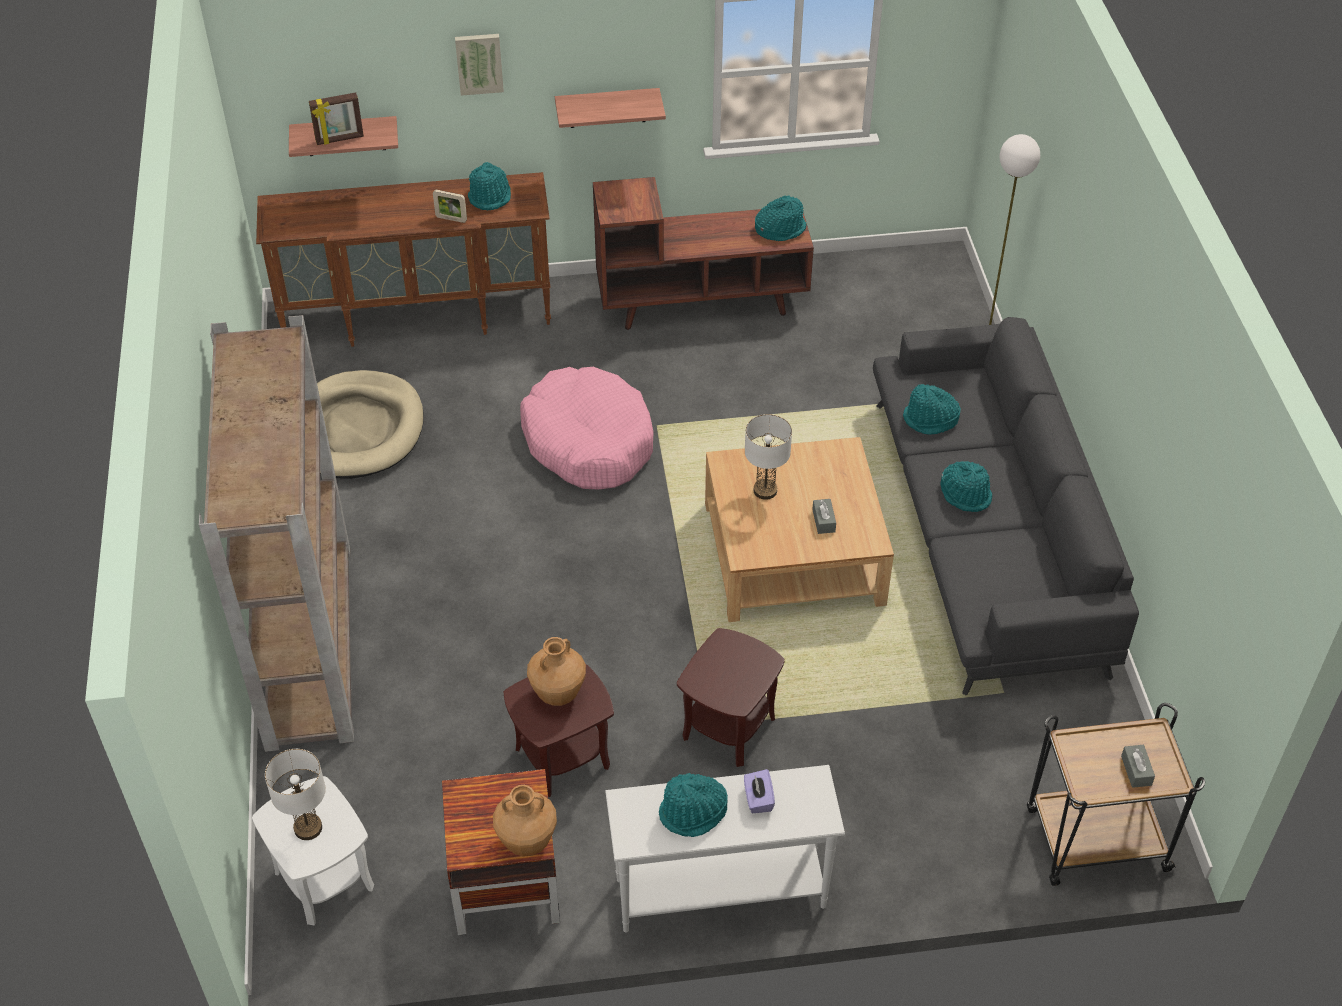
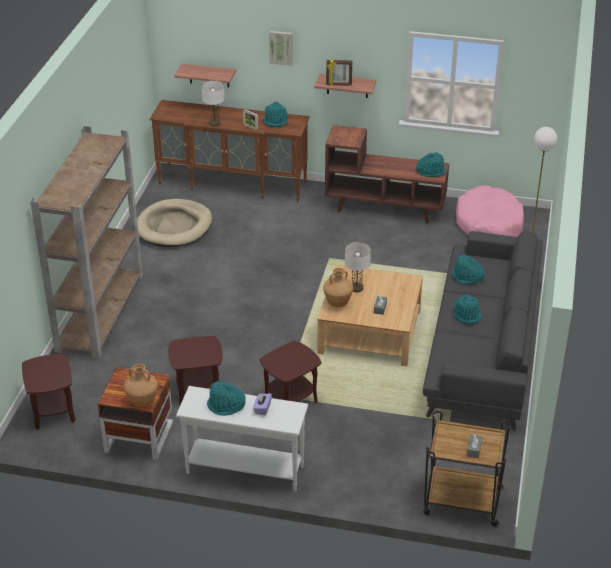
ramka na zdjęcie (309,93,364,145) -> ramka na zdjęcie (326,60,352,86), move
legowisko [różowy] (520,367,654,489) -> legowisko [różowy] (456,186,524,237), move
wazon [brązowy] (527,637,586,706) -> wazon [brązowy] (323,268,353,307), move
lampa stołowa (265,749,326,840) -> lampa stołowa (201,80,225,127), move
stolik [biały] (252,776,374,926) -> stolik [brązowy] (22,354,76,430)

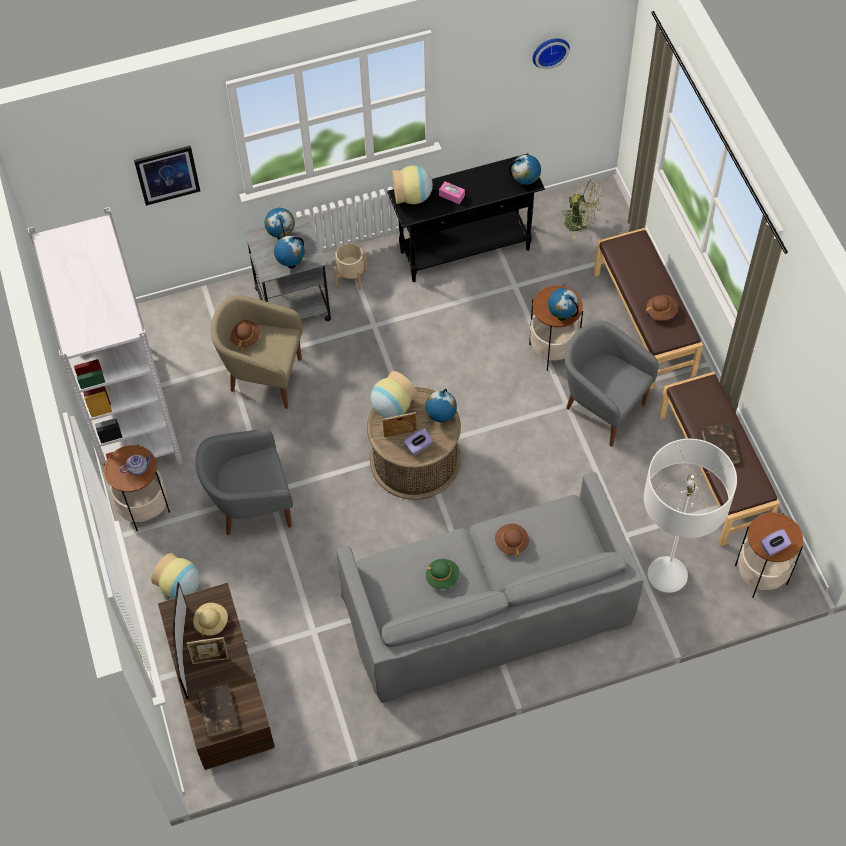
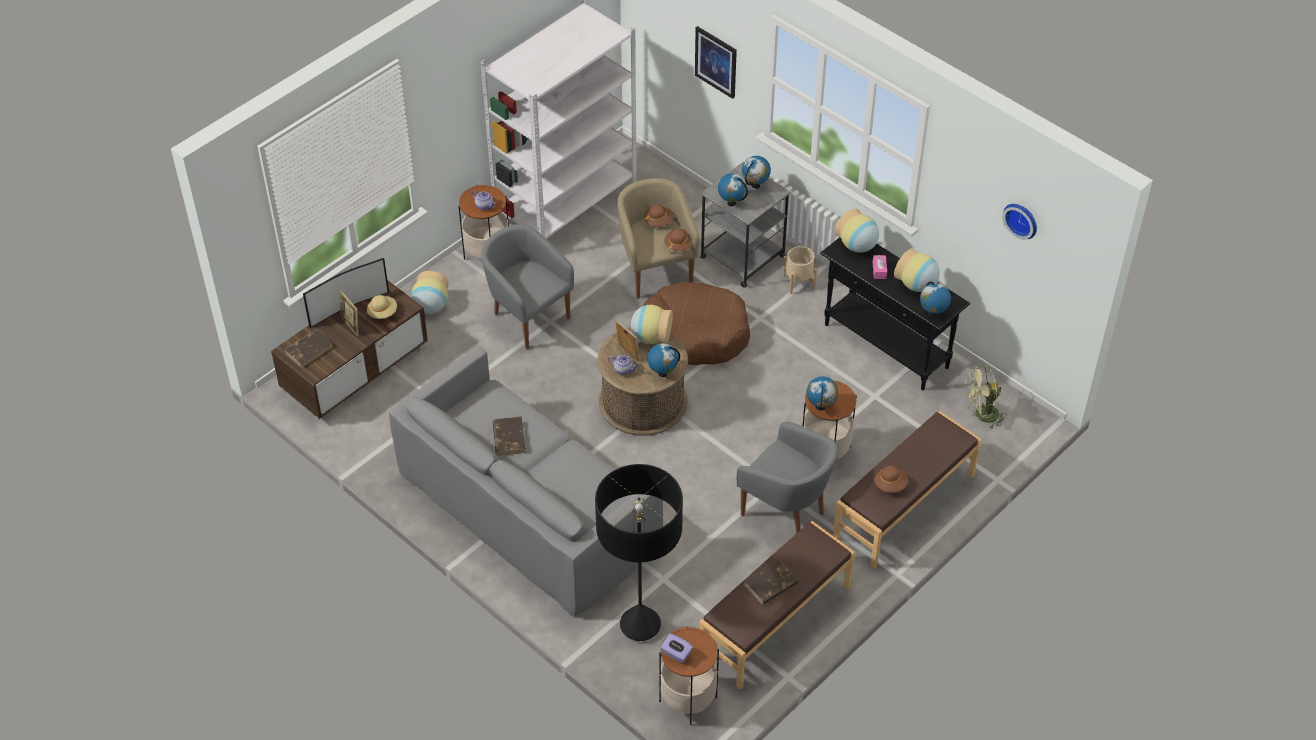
wentylator [zielony] (562,179,603,239) -> wentylator [zielony] (965,365,1007,429), 75 degrees clockwise
fotel [szary] (565,321,659,447) -> fotel [szary] (737,421,838,533), 120 degrees clockwise
pudełko chusteczek [fioletowy] (404,428,433,456) -> imbryk (608,355,639,375)
lampa stojąca [biały] (644,439,737,593) -> lampa stojąca [czarny] (595,464,683,641)
kapelusz [brązowy] (495,524,529,557) -> kapelusz [brązowy] (664,228,693,253), move
kapelusz [zielony] (426,559,460,589) -> książka [brązowy] (493,416,525,456)
none -> wazon (894,248,940,292)
none -> legowisko [brązowy] (643,282,750,365)

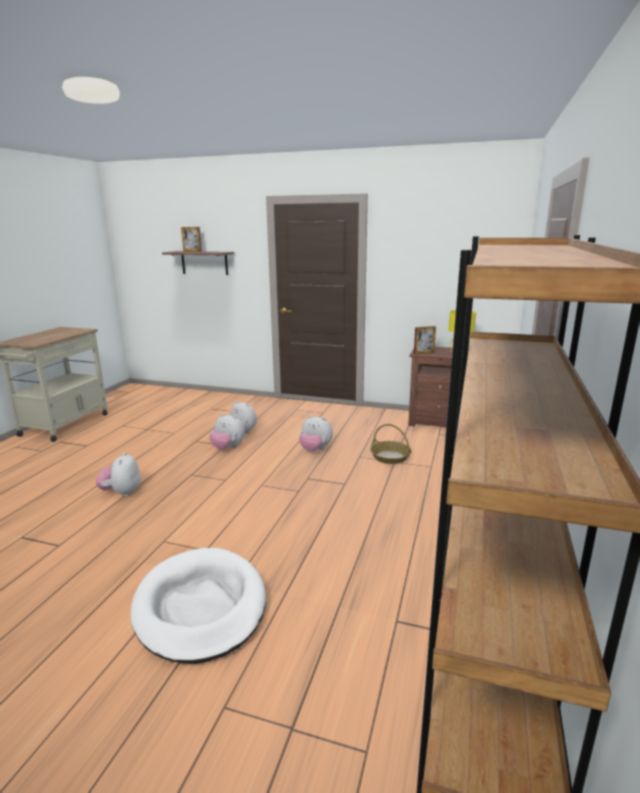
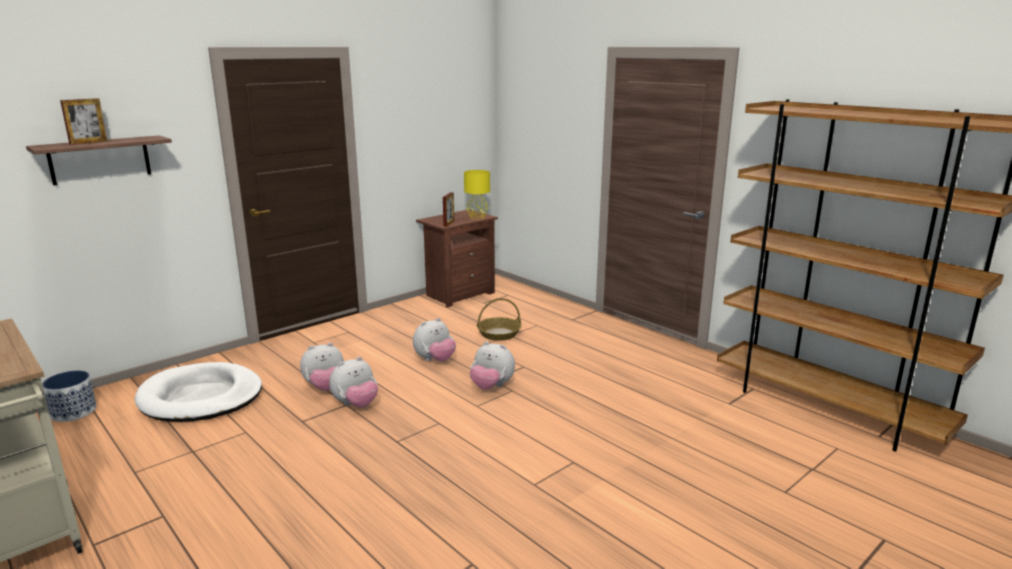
pluszak (96,452,141,496) -> pluszak (470,341,515,390), move
legowisko [biały] (130,548,266,664) -> legowisko [biały] (135,362,262,422), move
none -> donica (42,370,97,422)

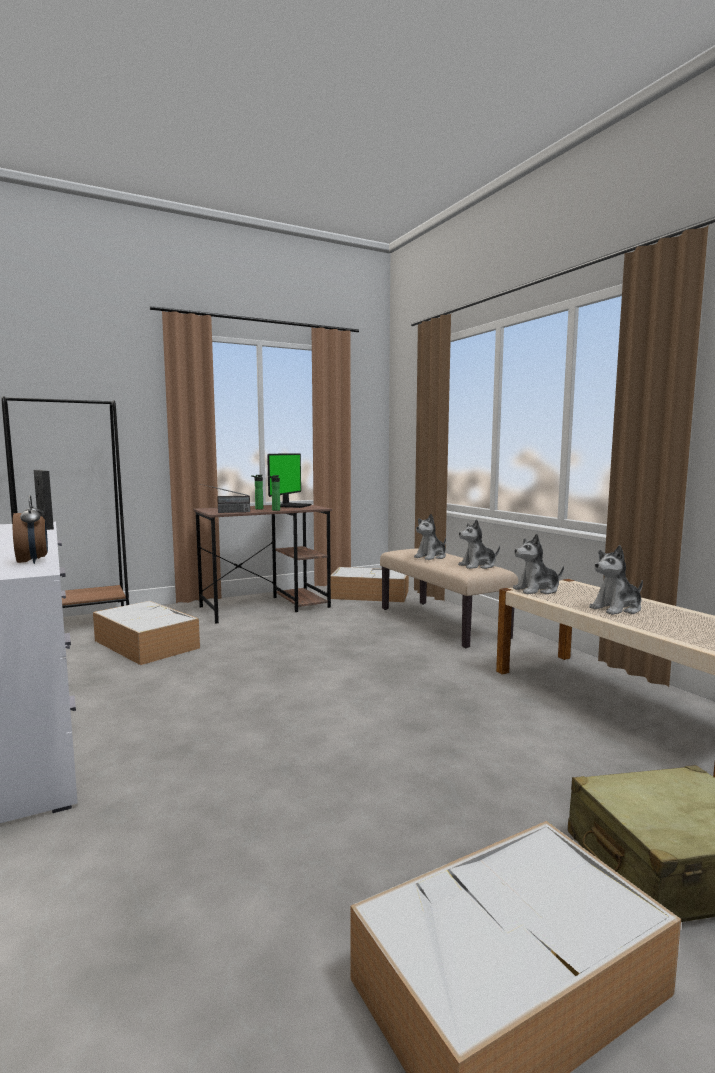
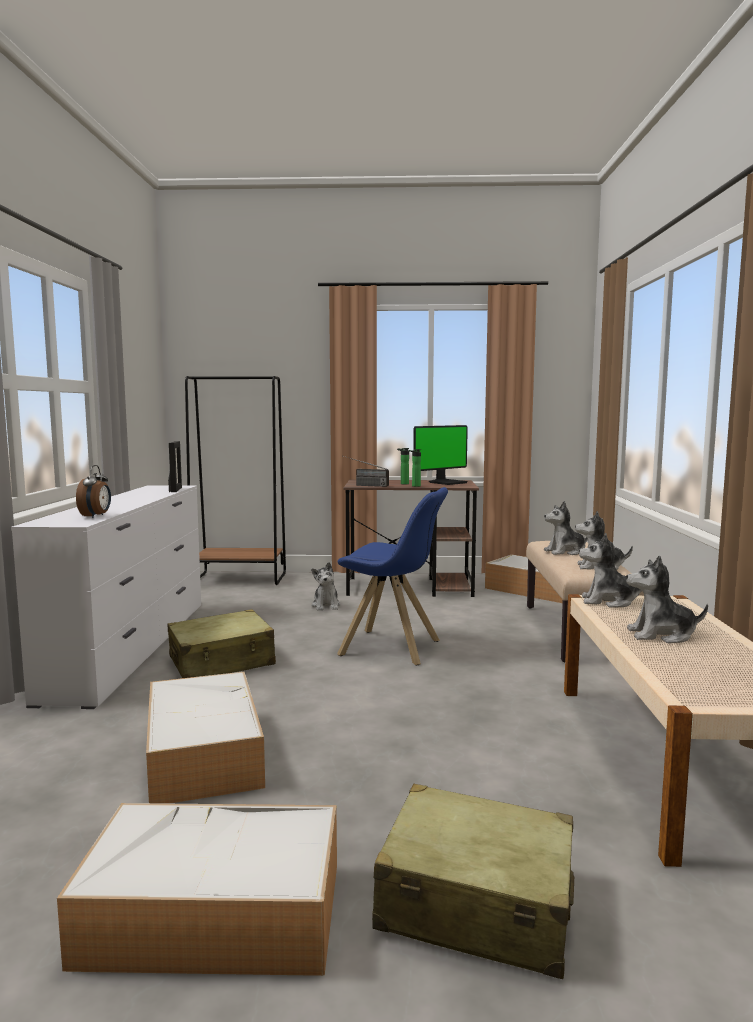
pojemnik do przechowywania (93,601,200,665) -> pojemnik do przechowywania (146,672,265,804), move
none -> krzesło [niebieski] (337,487,448,665)
none -> pluszak (311,562,341,610)
none -> walizka [beżowy] (167,609,276,678)

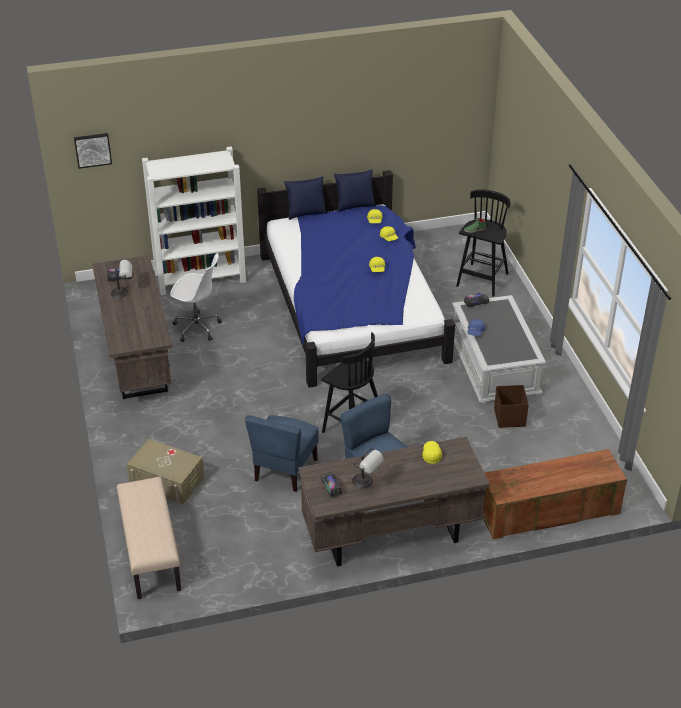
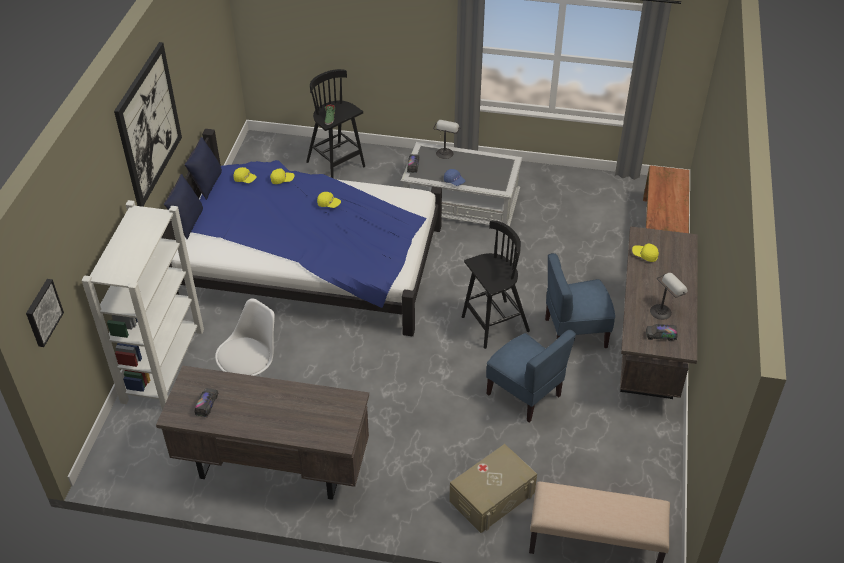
lampa stołowa (110,260,132,298) -> lampa stołowa (433,120,460,159), move
pojemnik do przechowywania [brązowy] (494,385,529,428) -> none
none -> obraz (114,42,182,207)

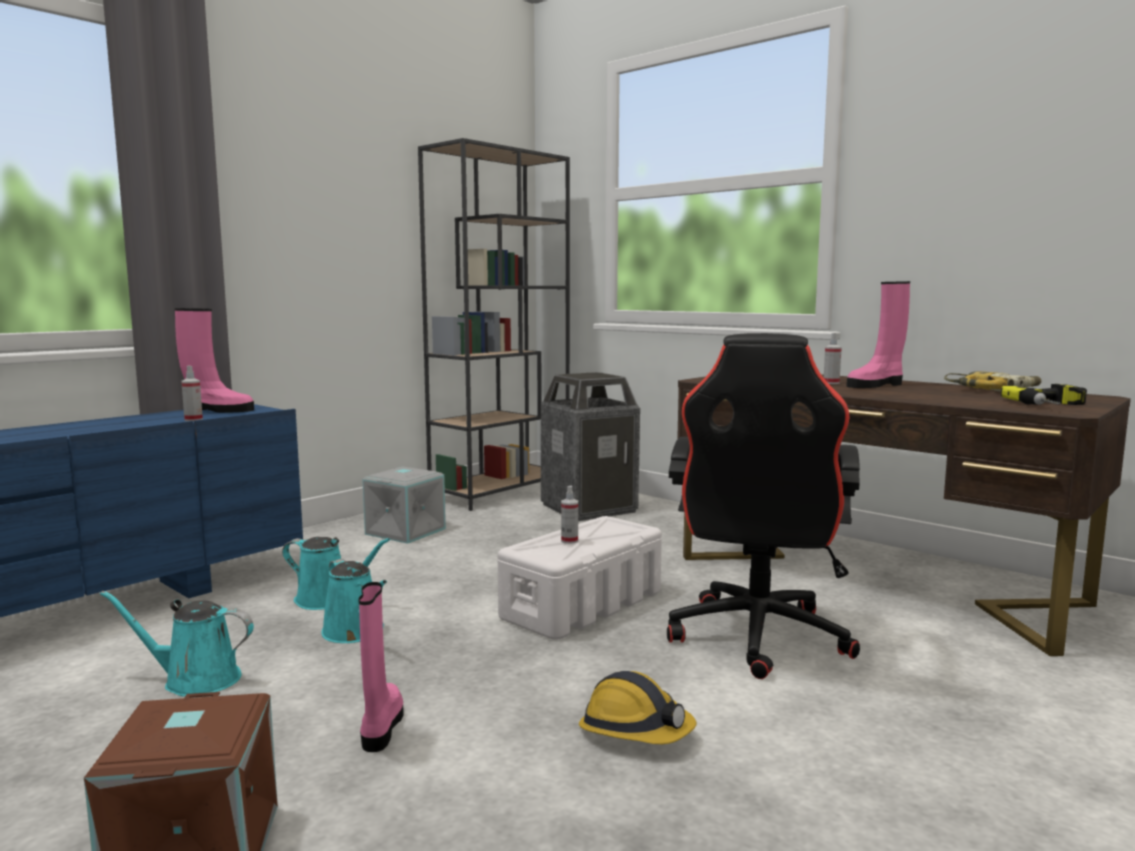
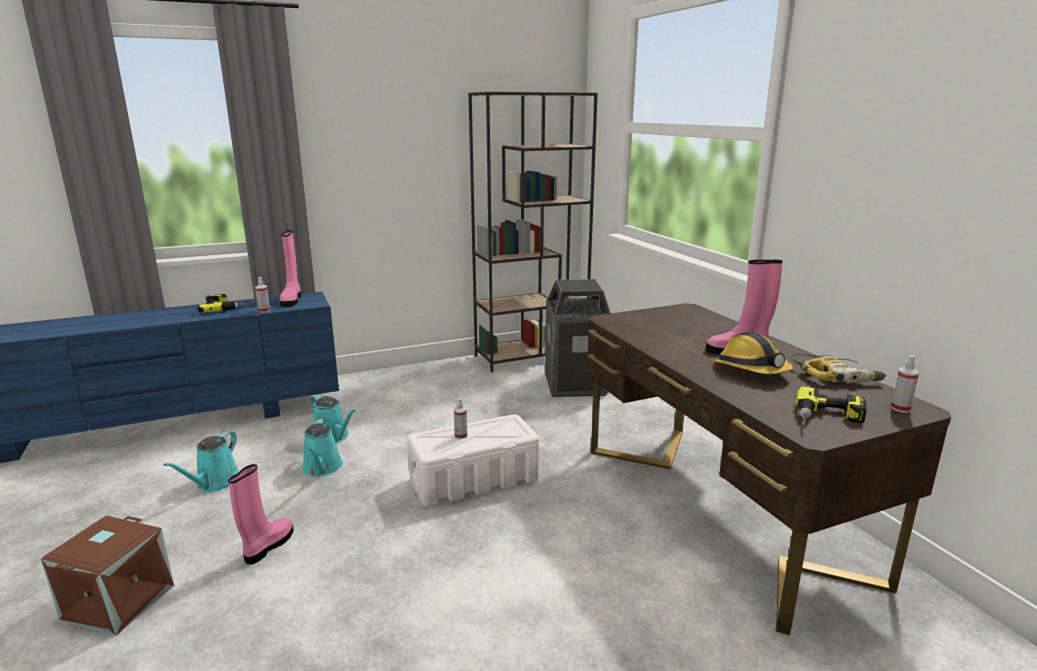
but z cholewką [różowy] (175,308,254,413) -> but z cholewką [różowy] (279,230,301,307), 60 degrees clockwise
krzesło biurowe [czarny] (667,333,860,679) -> none
spryskiwacz (824,333,842,384) -> spryskiwacz (891,355,919,413), move
pojemnik do przechowywania [szary] (362,466,446,544) -> none
konewka [turkusowy] (100,591,254,697) -> konewka [turkusowy] (163,431,239,492), 105 degrees counterclockwise
kask (579,671,696,744) -> kask (715,332,793,374), move
none -> wiertarka (198,294,255,313)

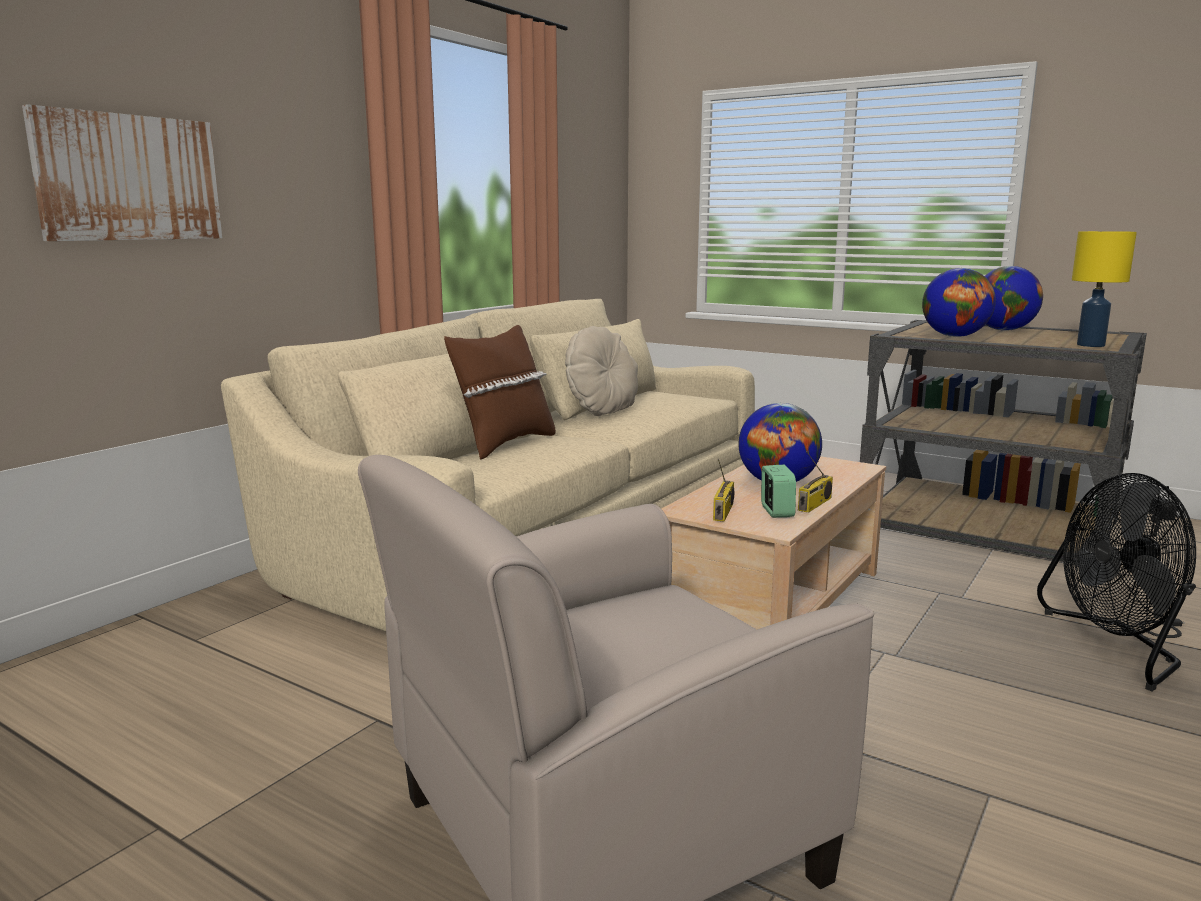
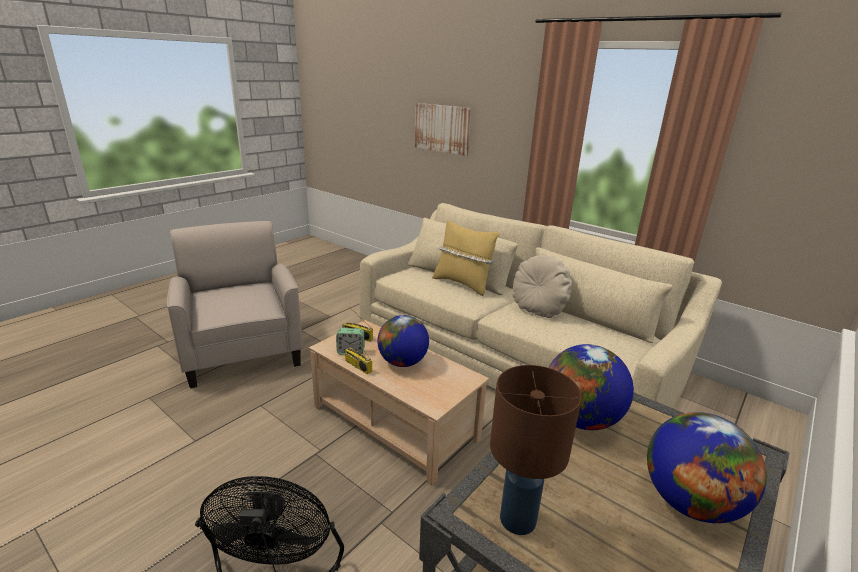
lampa stołowa [żółty] (1072,231,1137,347) -> lampa stołowa [brązowy] (490,365,582,535)
poduszka [brązowy] (444,325,556,460) -> poduszka [żółty] (432,220,499,296)

